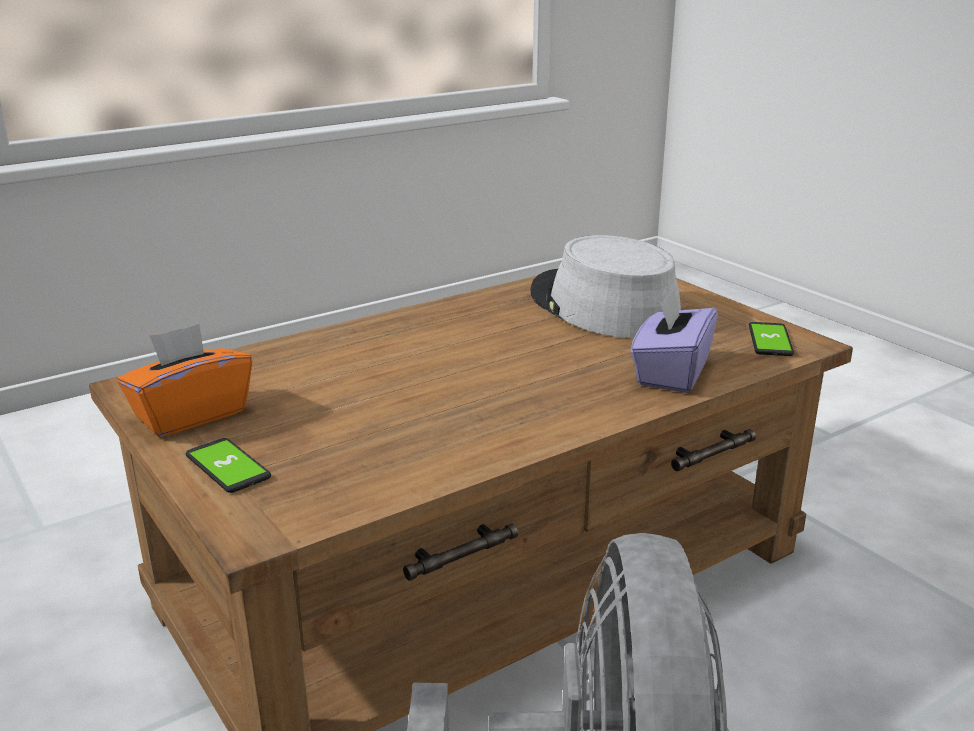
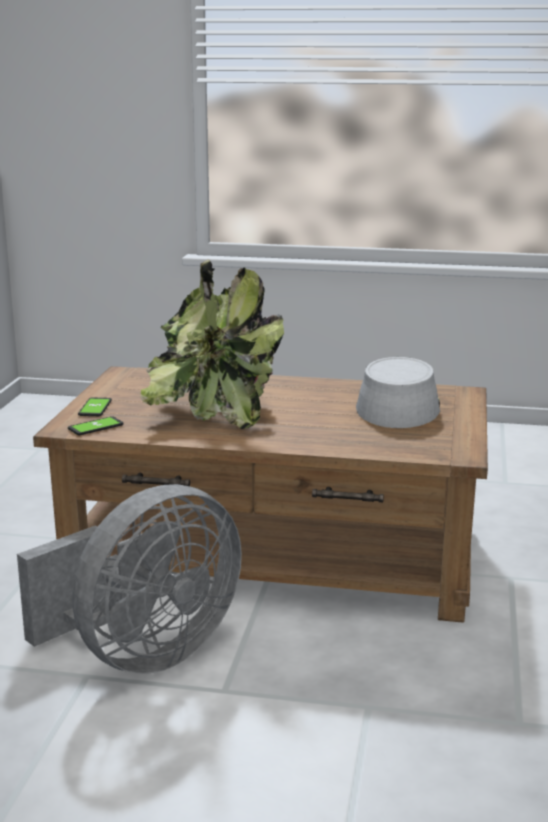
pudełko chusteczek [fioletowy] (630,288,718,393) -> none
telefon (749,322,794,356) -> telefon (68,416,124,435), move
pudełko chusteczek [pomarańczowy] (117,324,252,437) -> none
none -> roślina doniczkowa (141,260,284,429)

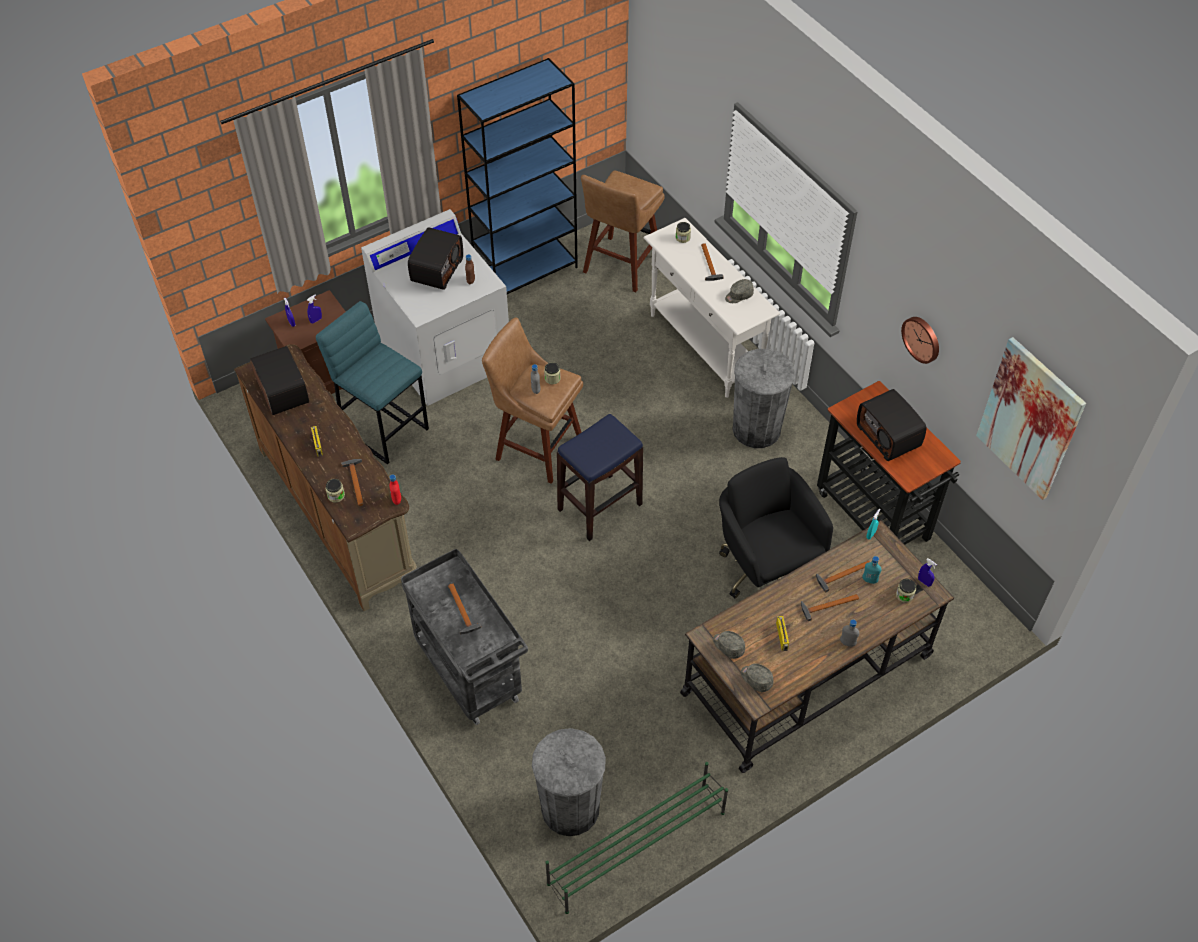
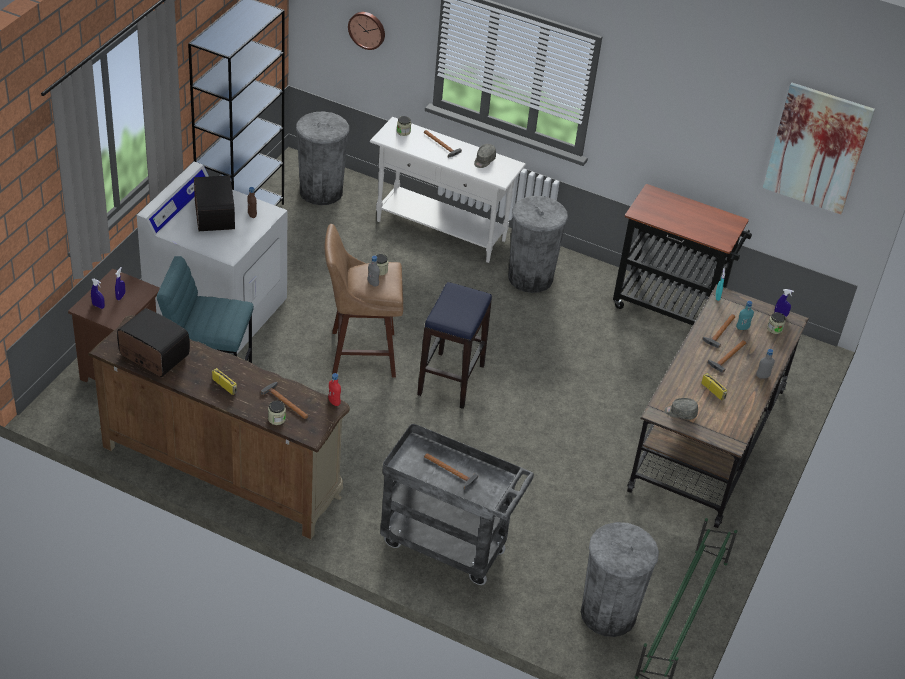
stołek [brązowy] (581,170,665,292) -> kosz na śmieci [szary] (296,111,349,205)
zegar ścienny (901,317,939,364) -> zegar ścienny (348,12,385,50), move
radio (857,389,927,461) -> none
krzesło biurowe [czarny] (719,457,833,598) -> none
czapka z daszkiem [szary] (741,664,774,692) -> none

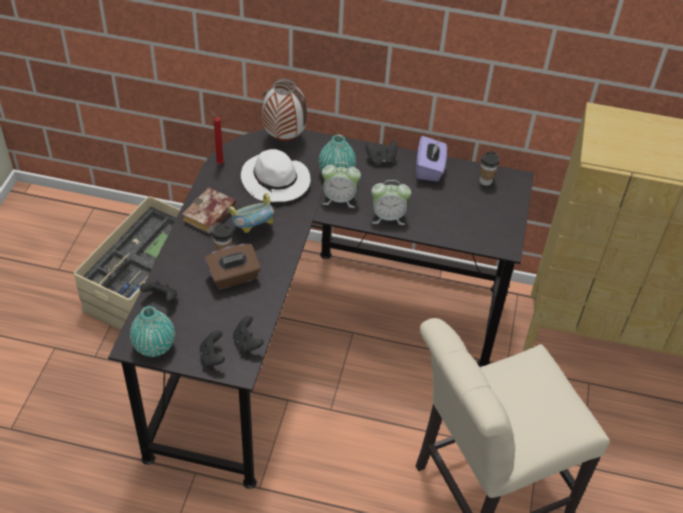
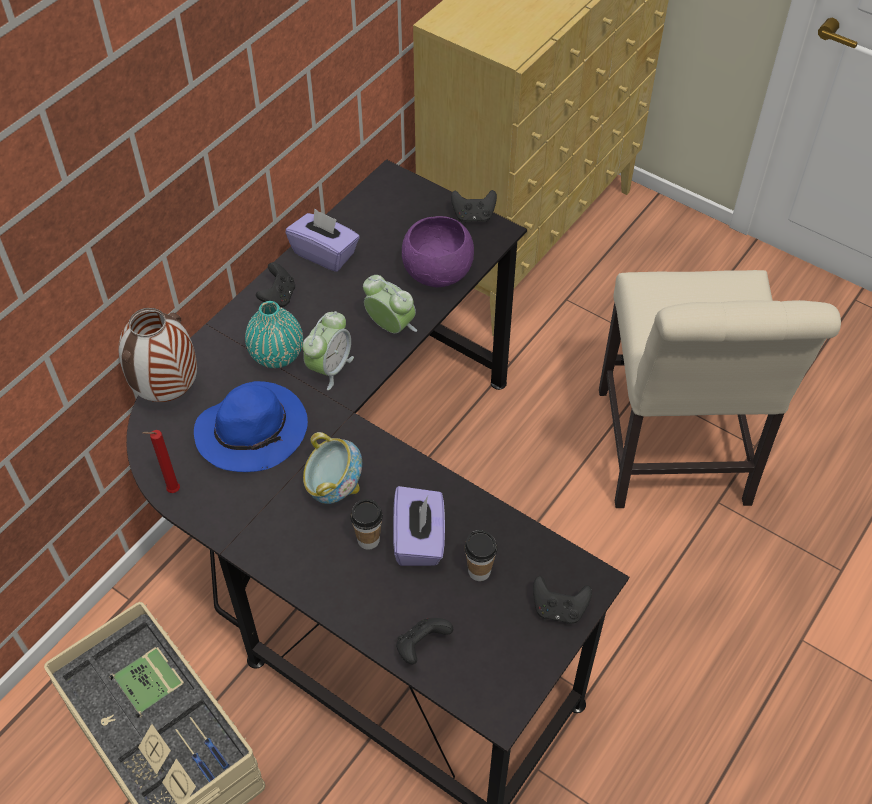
kapelusz [biały] (241,149,310,202) -> kapelusz [niebieski] (194,381,308,472)
filiżanka (480,152,499,186) -> filiżanka (465,530,497,581), move
budzik (371,180,411,225) -> budzik (363,275,417,333), 75 degrees counterclockwise
książka (182,187,236,234) -> none
pudełko chusteczek [brązowy] (204,244,261,290) -> pudełko chusteczek [fioletowy] (393,486,445,566)
wazon [turkusowy] (130,306,175,357) -> none
pad do gier [czarny] (233,316,264,354) -> pad do gier [czarny] (451,190,497,222), move
none -> miska [fioletowy] (402,216,474,287)

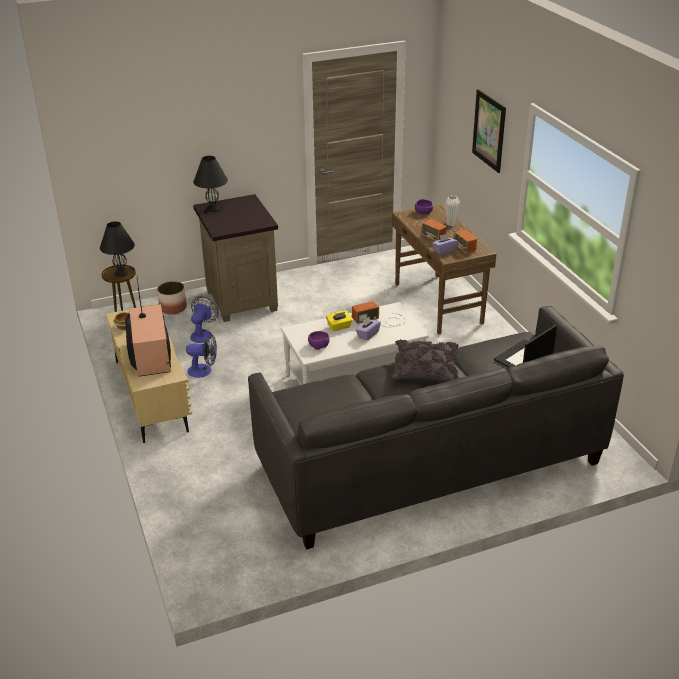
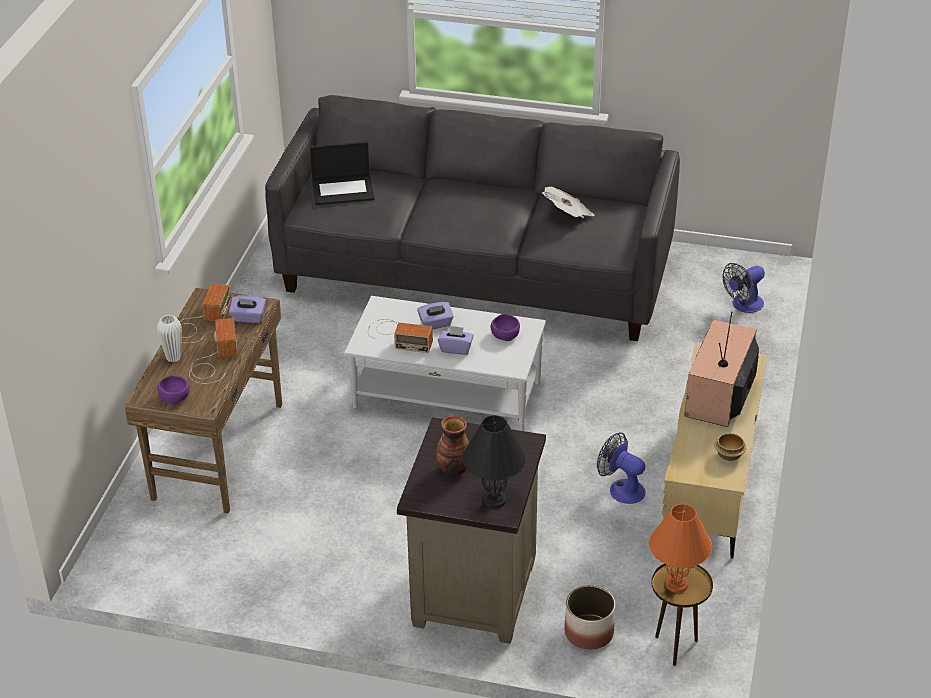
obraz (472,89,506,173) -> none
lampa stołowa [czarny] (100,221,135,277) -> lampa stołowa [pomarańczowy] (649,504,712,593)
wentylator (190,297,219,343) -> wentylator (723,263,765,313), move
pudełko chusteczek [żółty] (326,310,353,331) -> pudełko chusteczek [fioletowy] (438,326,474,355)
poduszka [czarny] (392,339,459,382) -> none
none -> gazeta (542,187,595,218)
none -> wazon (436,416,469,476)

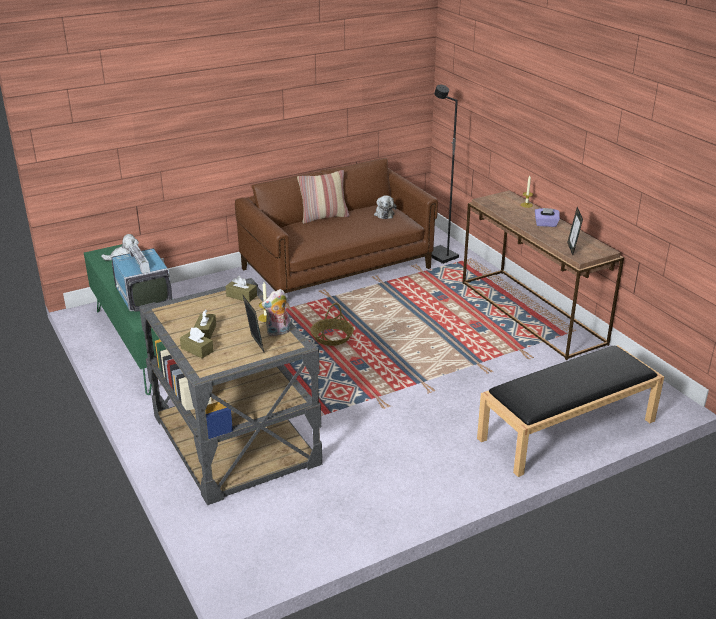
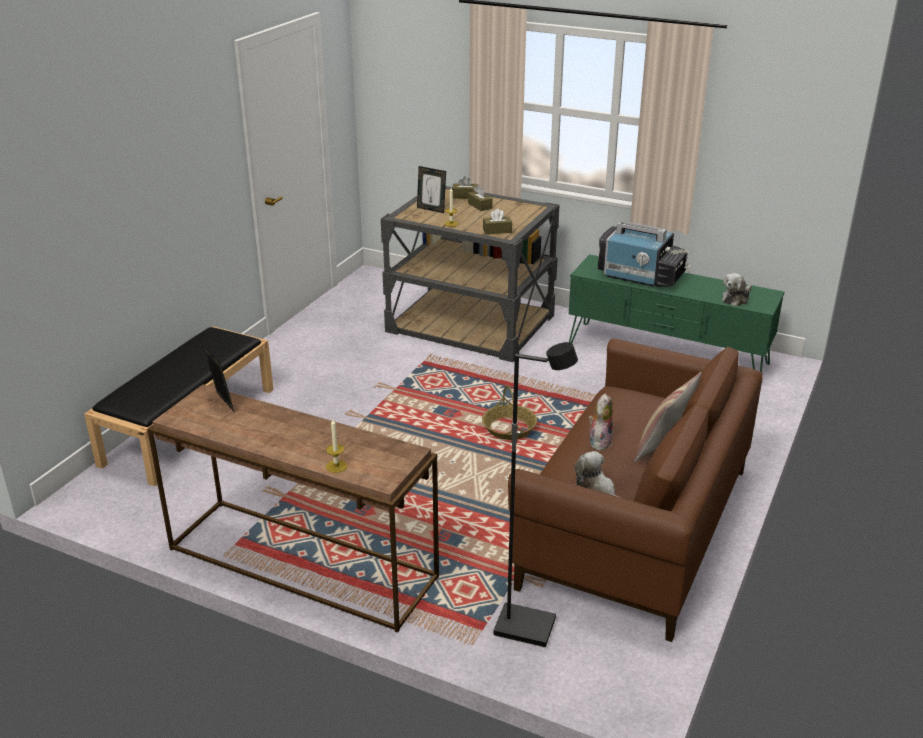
pudełko chusteczek [fioletowy] (535,208,560,227) -> none
pluszak (262,289,290,336) -> pluszak (589,393,613,451), move

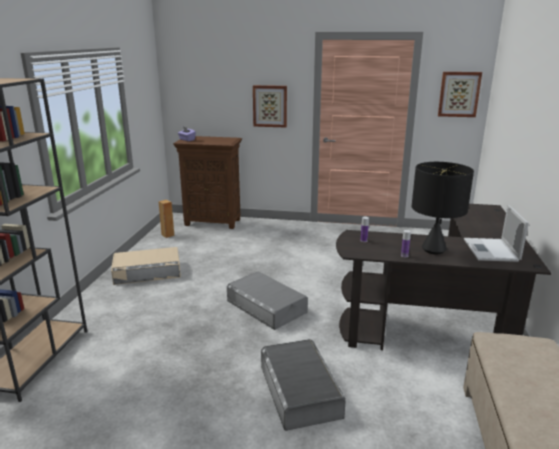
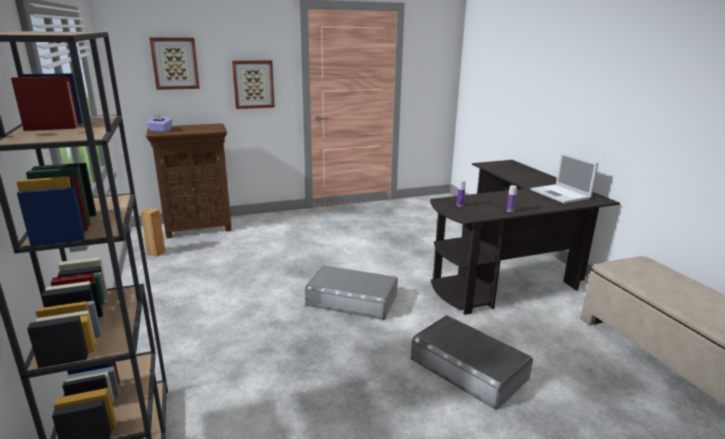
obraz (438,72,482,117) -> obraz (149,37,200,90), move
lampa stołowa [czarny] (412,162,474,254) -> none
pojemnik do przechowywania [beżowy] (111,247,181,285) -> none

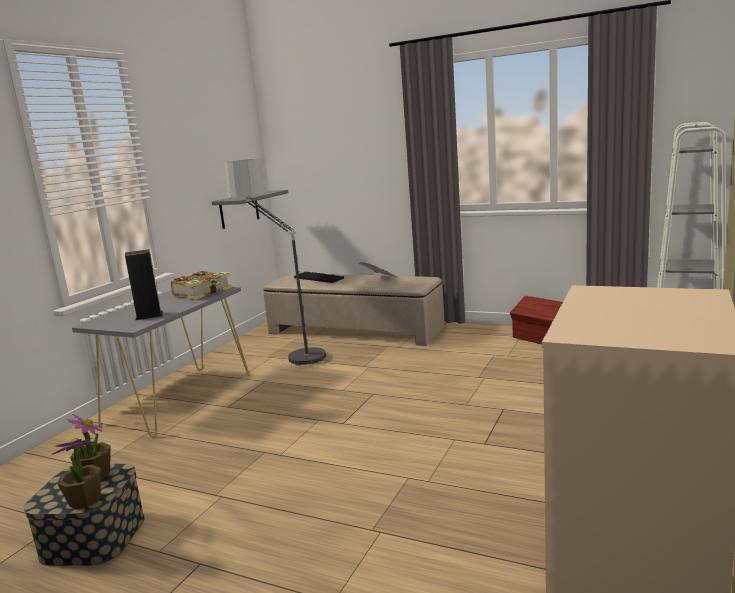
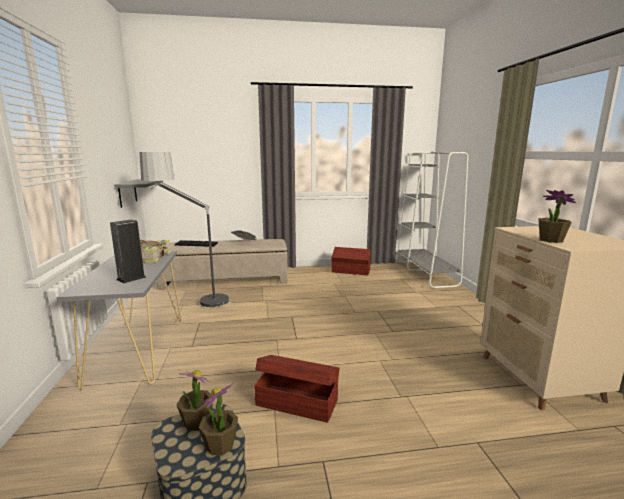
none -> roślina doniczkowa (538,190,576,243)
none -> pojemnik do przechowywania [brązowy] (254,355,339,423)

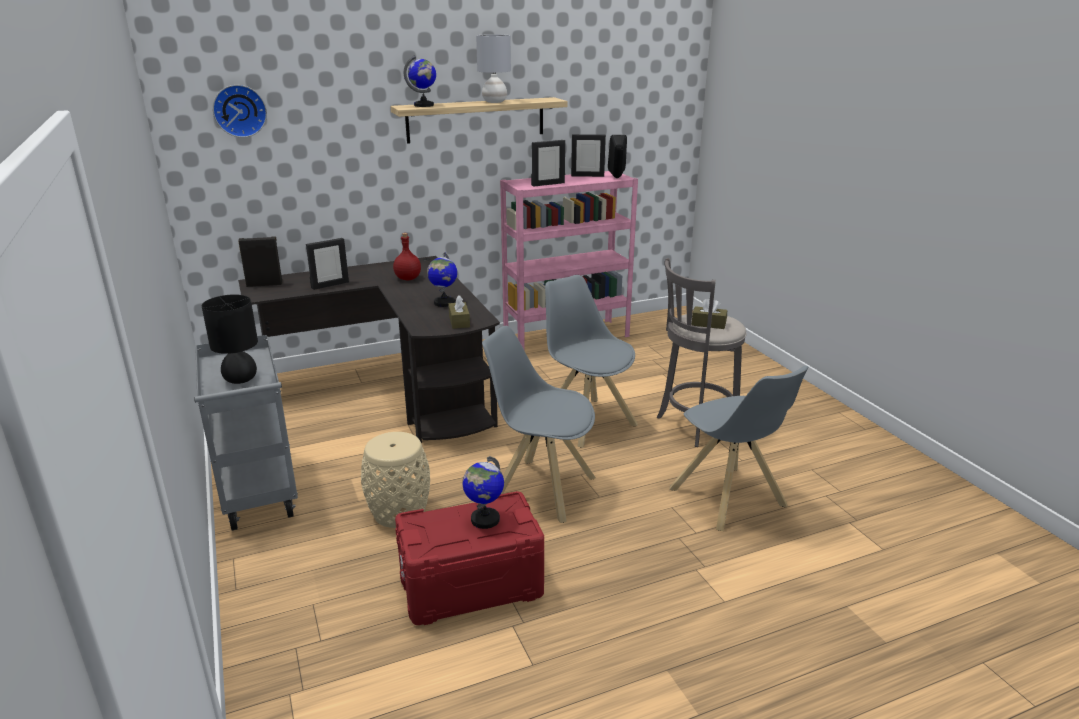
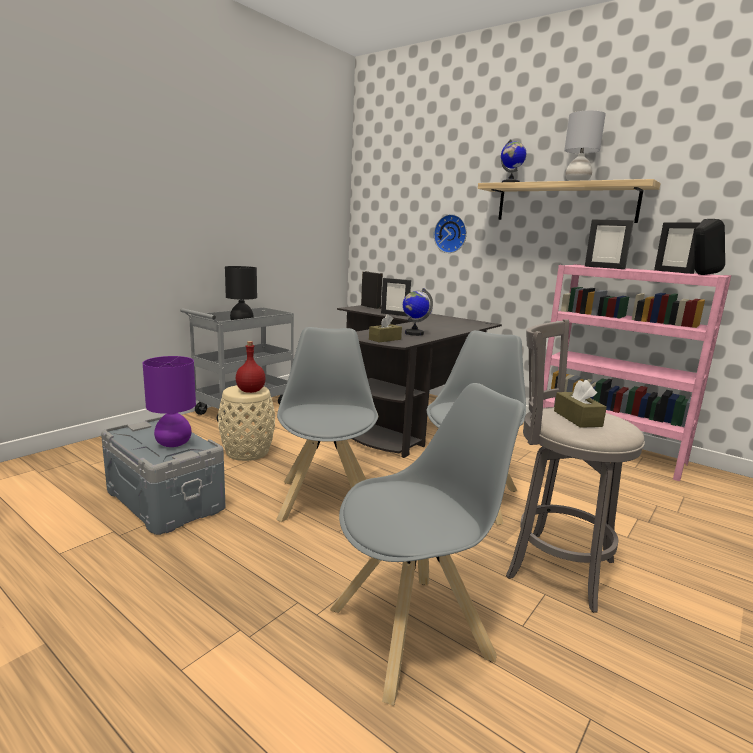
zegar ścienny (213,85,267,138) -> zegar ścienny (434,214,467,253), move
butelka [czerwony] (393,233,421,280) -> butelka [czerwony] (236,341,266,393), move
krzesło [szary] (669,366,808,531) -> krzesło [szary] (330,383,525,706), 150 degrees counterclockwise
globus (462,456,504,529) -> lampa stołowa [fioletowy] (143,356,196,447)
pojemnik do przechowywania [czerwony] (395,491,544,625) -> pojemnik do przechowywania [szary] (101,416,225,535)

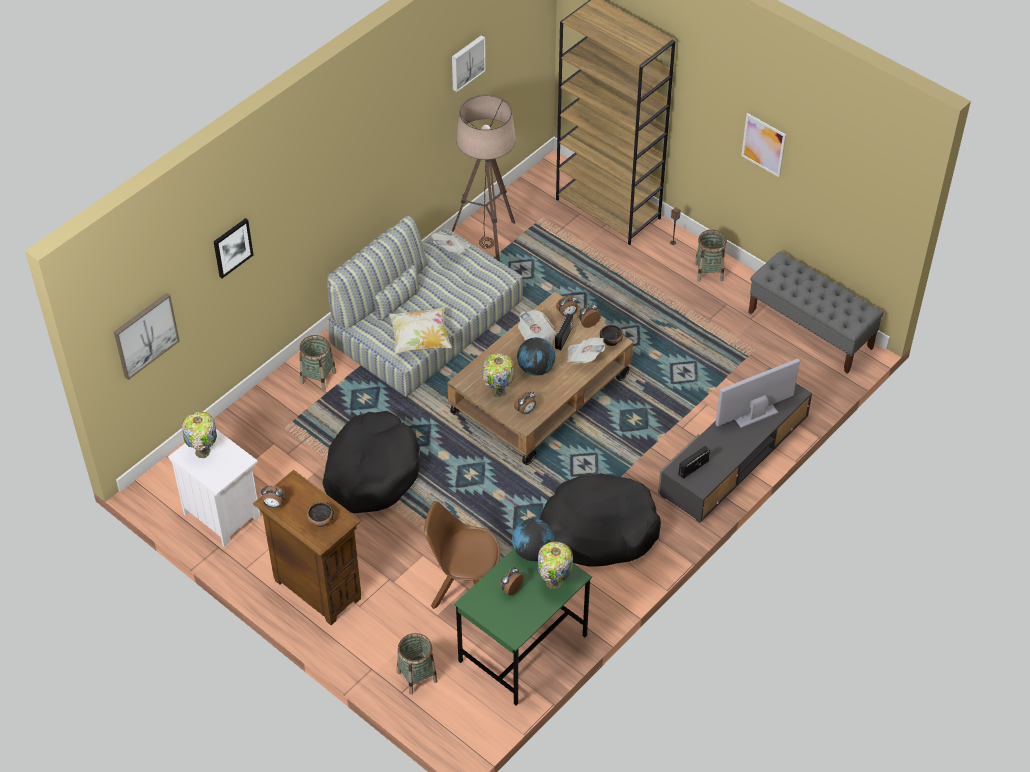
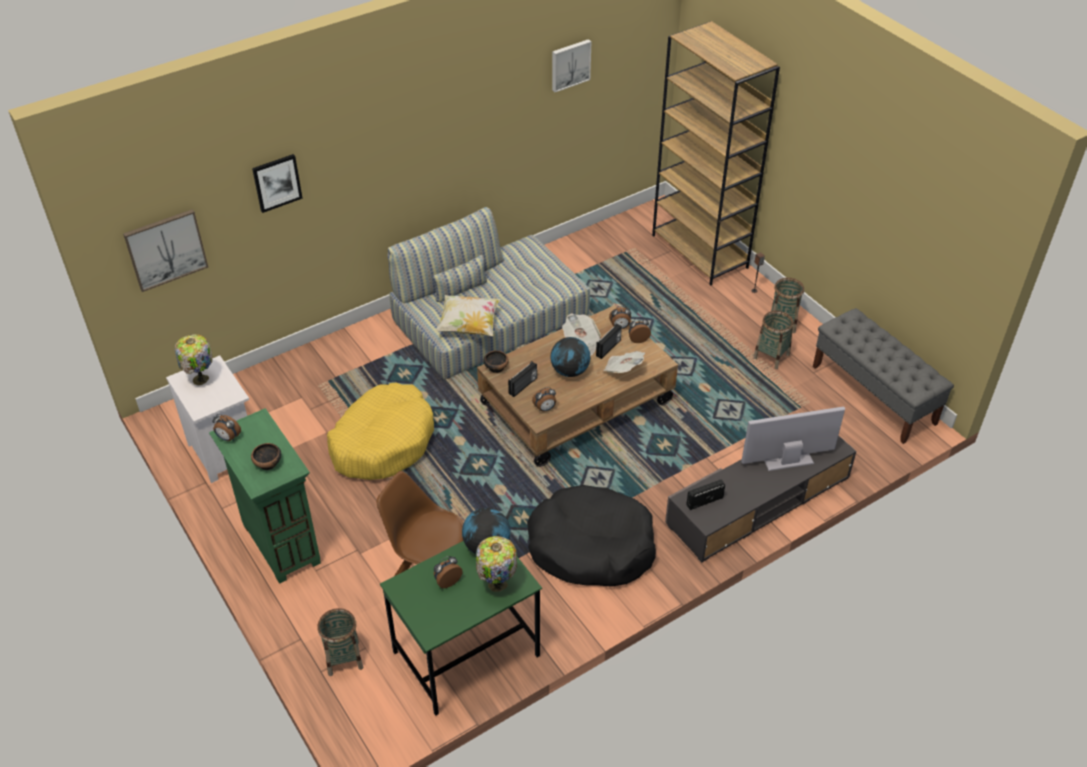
lampa stojąca (452,95,516,262) -> none
obraz (741,113,786,177) -> none
gazeta (432,233,470,254) -> none
miska (600,325,623,346) -> miska (483,351,509,373), move
koszyk (299,335,336,391) -> koszyk (753,311,793,369), move
lampa stołowa (482,353,514,397) -> radio (508,361,537,397)
legowisko [czarny] (323,411,420,513) -> legowisko [żółty] (327,383,434,480)
szafka [brązowy] (253,470,361,625) -> szafka [zielony] (209,408,320,584)

